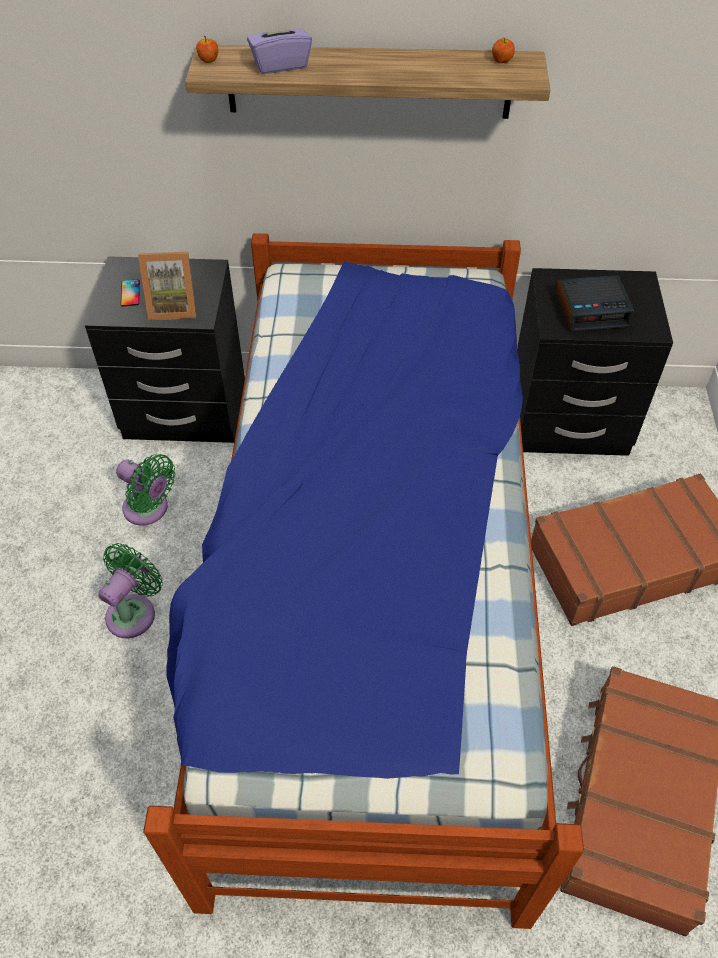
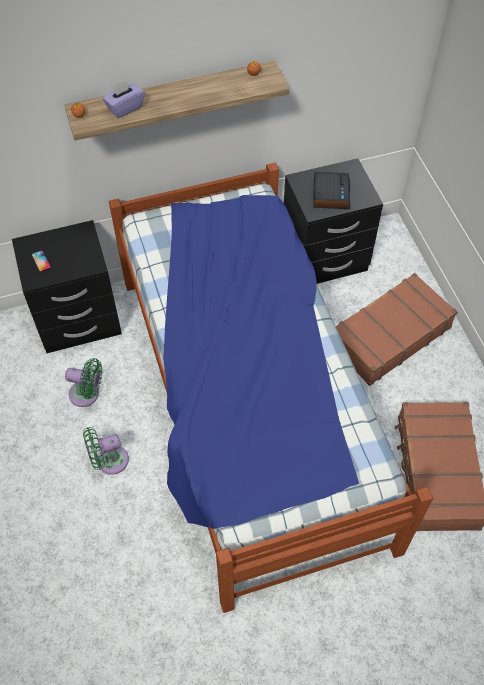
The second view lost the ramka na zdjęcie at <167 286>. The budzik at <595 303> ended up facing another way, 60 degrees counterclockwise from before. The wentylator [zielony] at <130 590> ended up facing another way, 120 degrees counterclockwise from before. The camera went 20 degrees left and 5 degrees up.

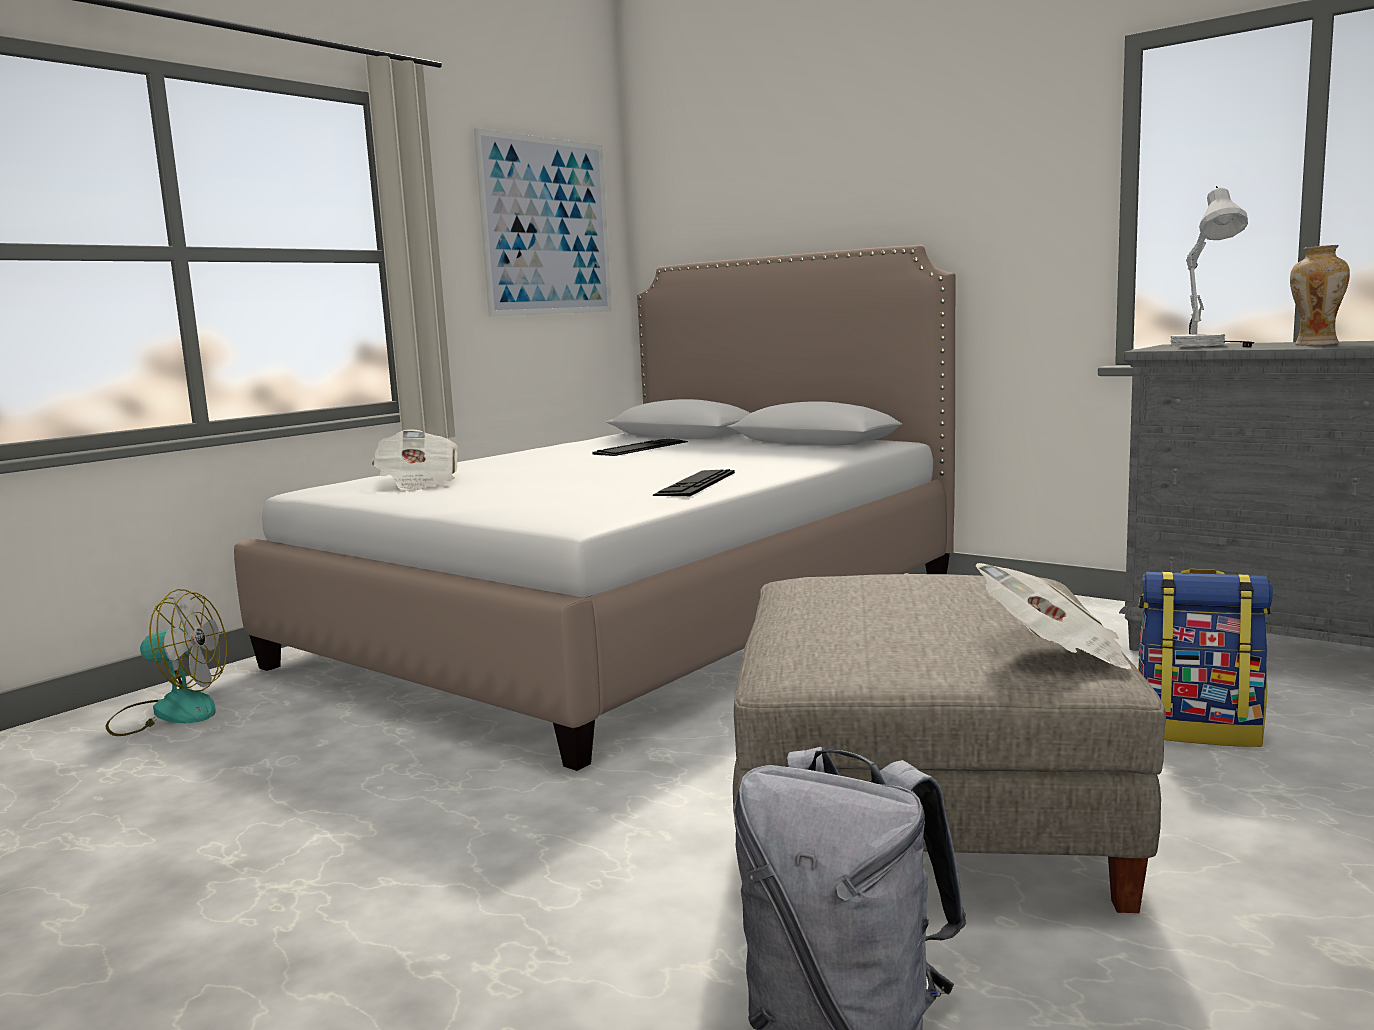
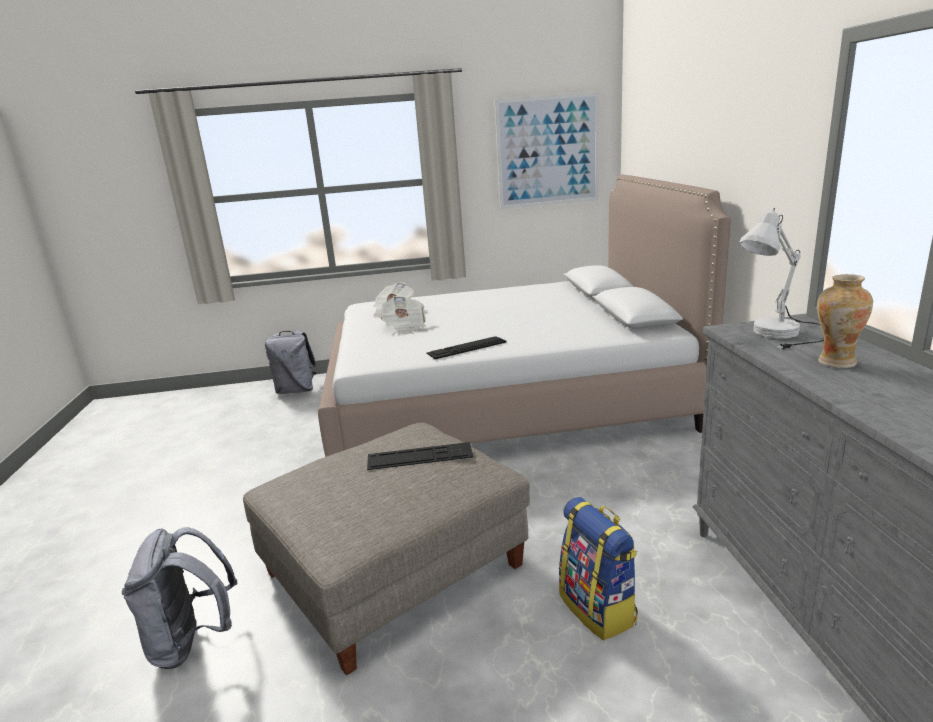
The klawiatura ended up elsewhere, having gone from <640 447> to <420 456>. The gazeta ended up elsewhere, having gone from <1053 616> to <403 315>. Where the wentylator stood at <166 662>, the plecak [szary] came to stand at <291 362>. The camera went 45 degrees right and 10 degrees up.

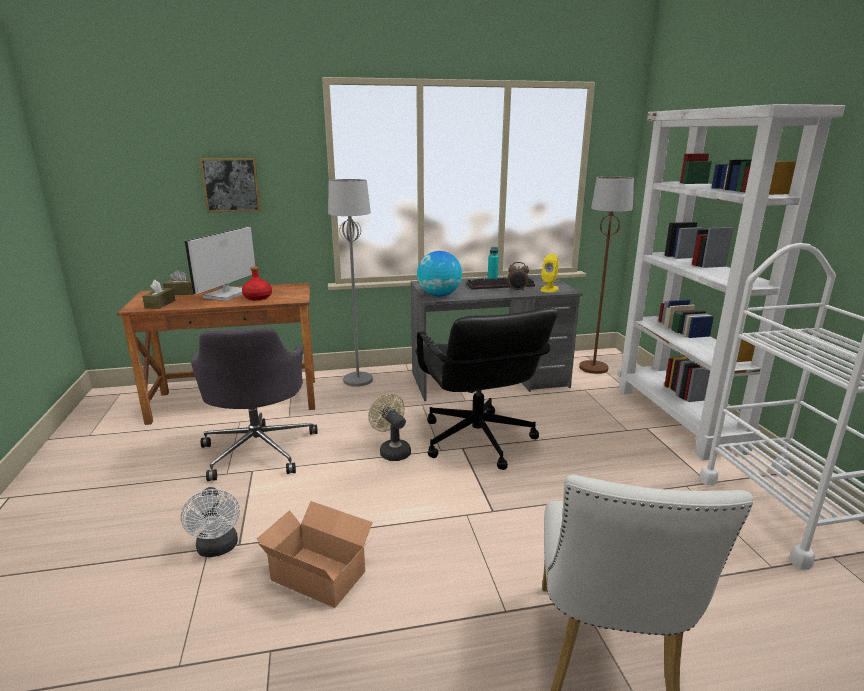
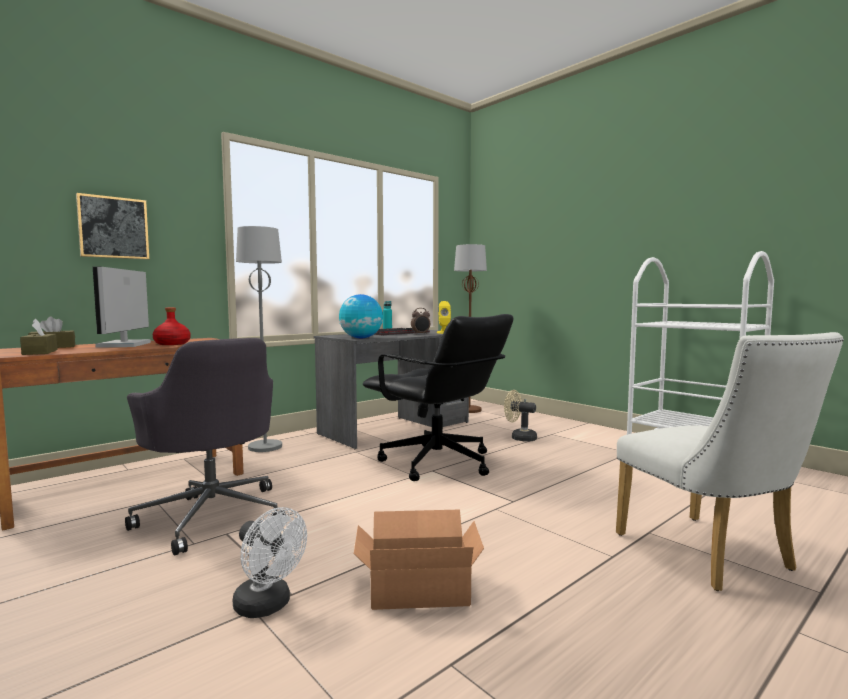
The second view lost the regał [biały] at <731 282>. The wentylator [beżowy] ended up elsewhere, having gone from <389 427> to <520 415>. The camera went 30 degrees left and 15 degrees down.

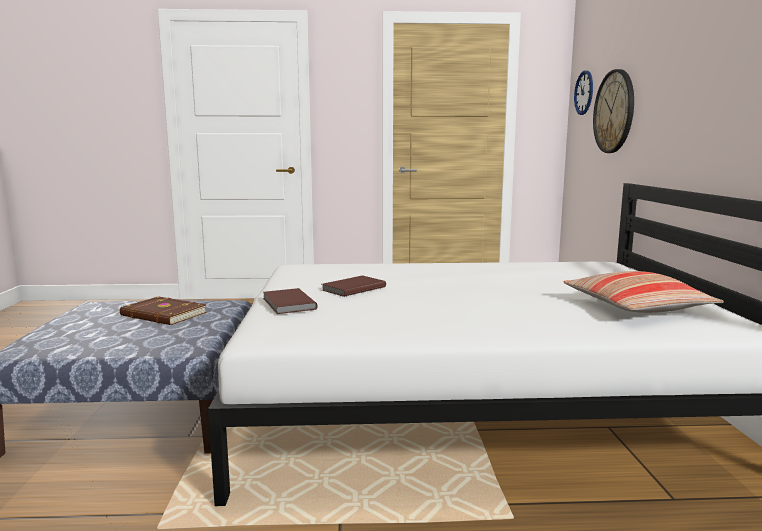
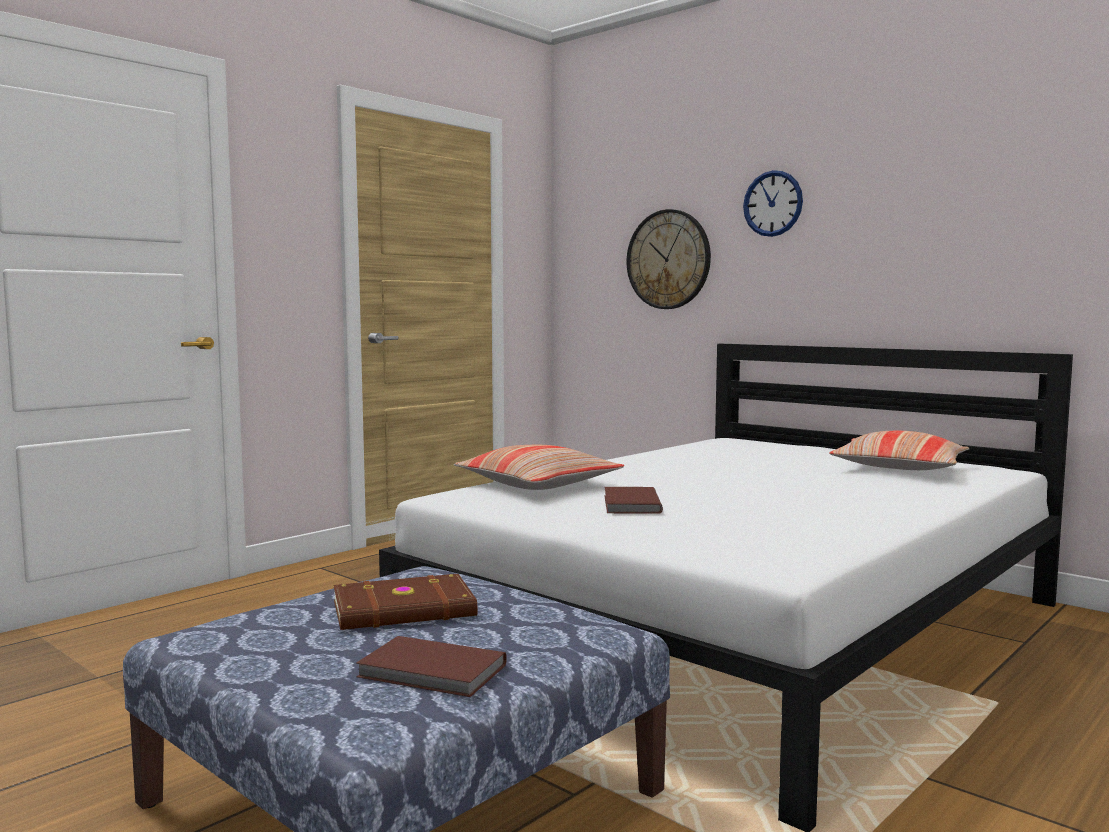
The zegar ścienny ended up elsewhere, having gone from <583 92> to <773 203>. The książka [brązowy] ended up elsewhere, having gone from <290 301> to <431 666>. The second view gained the poduszka at <539 467>. The camera went 45 degrees left and 5 degrees down.

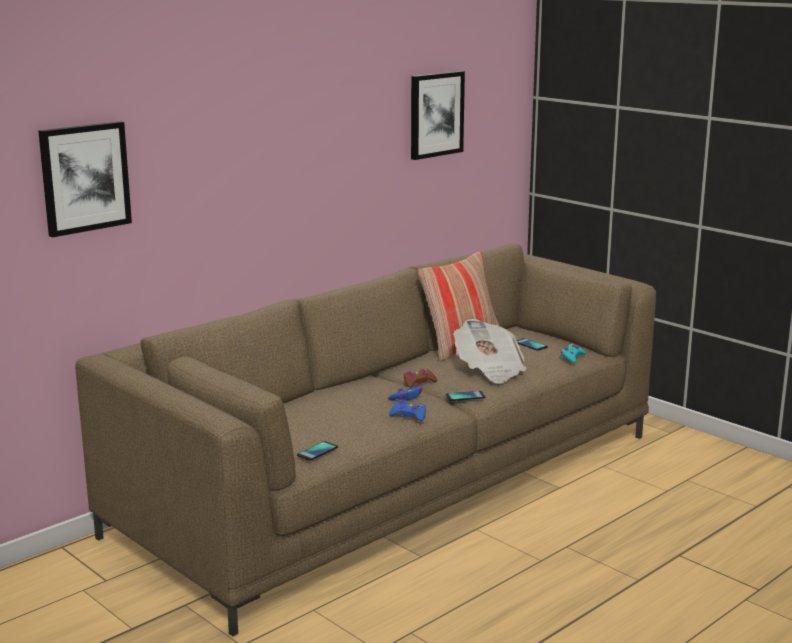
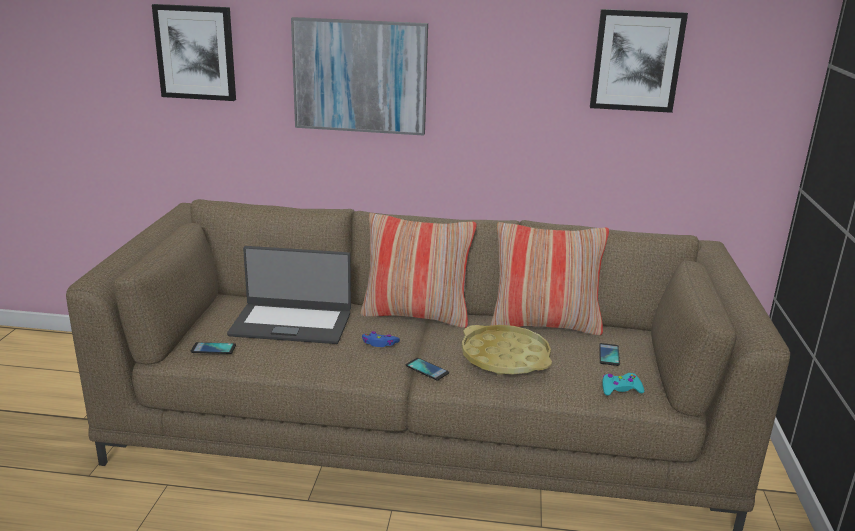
Where the gazeta stood at <489 351>, the taca [żółty] came to stand at <507 350>. The second view lost the pad do gier [brązowy] at <420 378>. The second view lost the pad do gier [niebieski] at <407 410>. The second view gained the obraz at <359 76>. The second view gained the poduszka at <418 270>. The second view gained the laptop at <289 295>. The camera went 50 degrees right and 5 degrees up.

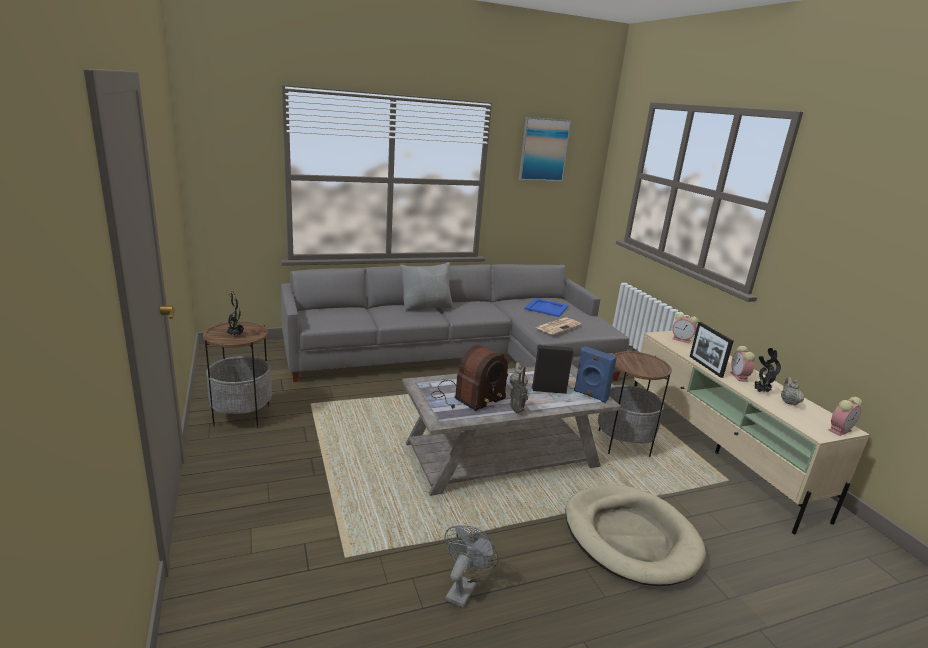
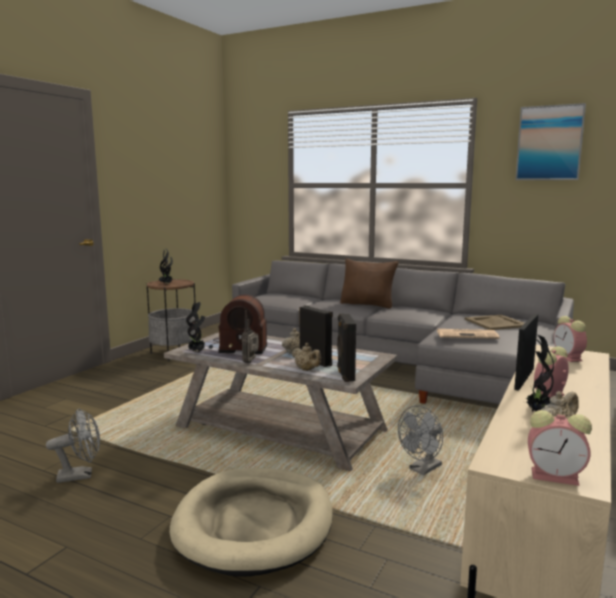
What was the poduszka [szary] at <426 287> turned into the poduszka [brązowy] at <369 283>. What was the taca [niebieski] at <546 307> turned into the taca [beżowy] at <495 322>. What was the głośnik [niebieski] at <595 374> turned into the głośnik [czarny] at <346 347>. Where the stolik stood at <635 404>, the wentylator [szary] came to stand at <420 440>. The second view gained the roślina doniczkowa at <195 327>. The second view gained the imbryk [beżowy] at <306 357>. The camera went 50 degrees right and 10 degrees down.

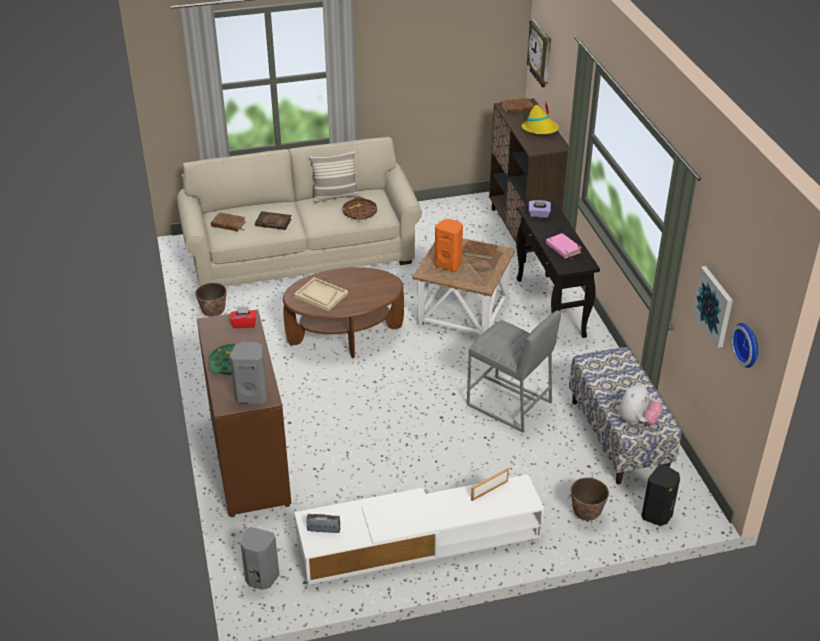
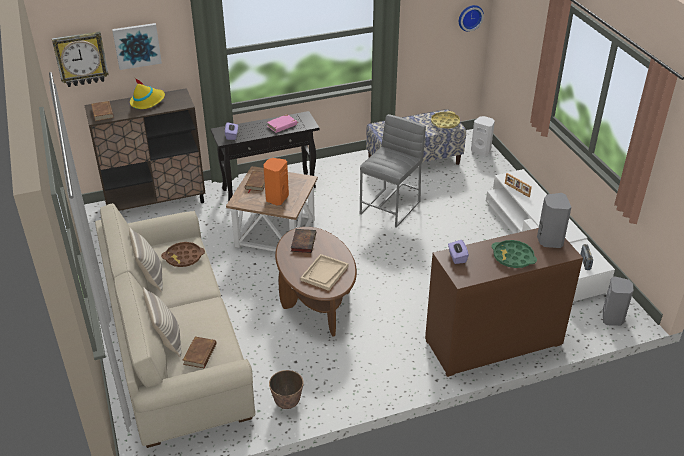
The książka ended up elsewhere, having gone from <273 220> to <303 241>. The obraz ended up elsewhere, having gone from <712 307> to <137 46>. What was the pudełko chusteczek [czerwony] at <243 317> turned into the pudełko chusteczek [fioletowy] at <458 252>. Where the pluszak stood at <641 404>, the taca [żółty] came to stand at <445 119>. What was the głośnik [czarny] at <660 495> turned into the głośnik [biały] at <483 136>. The second view lost the donica at <590 499>. The second view gained the poduszka at <162 322>. The camera went 95 degrees left and 0 degrees up.

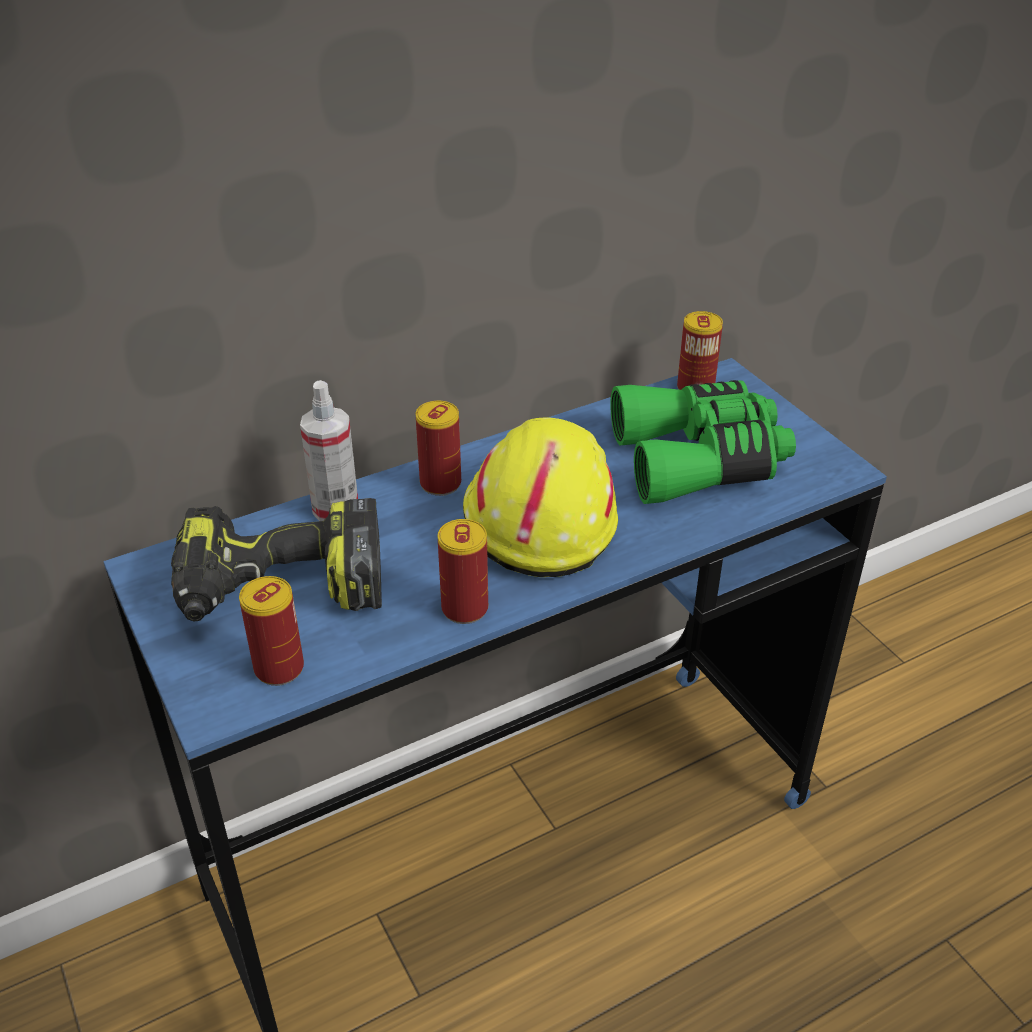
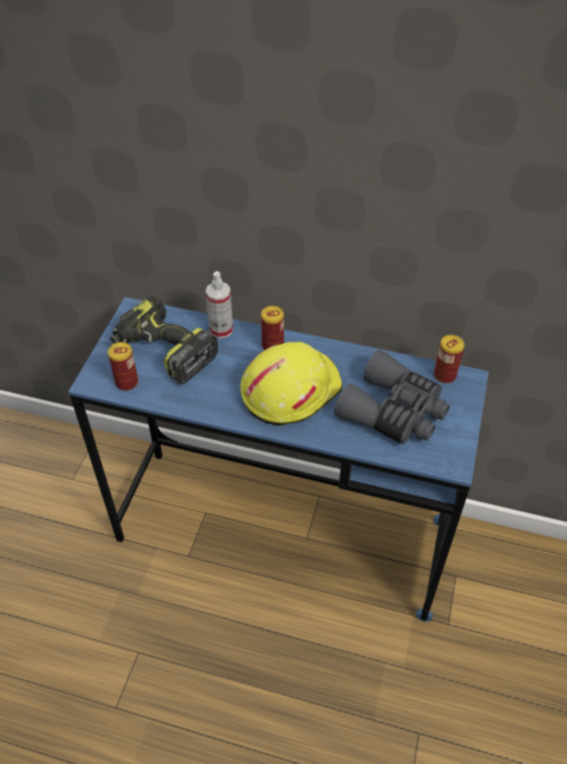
What was the lornetka [zielony] at <703 442> turned into the lornetka [szary] at <392 397>. The second view lost the puszka at <463 571>. The camera went 45 degrees right and 10 degrees up.

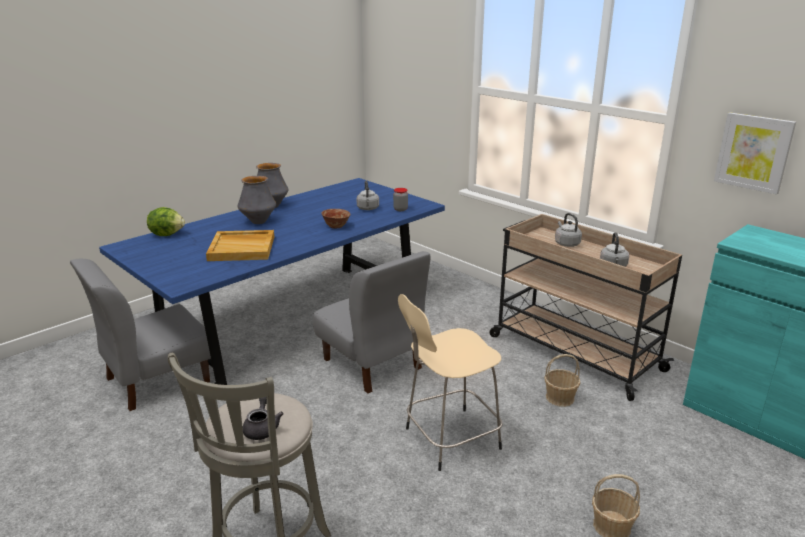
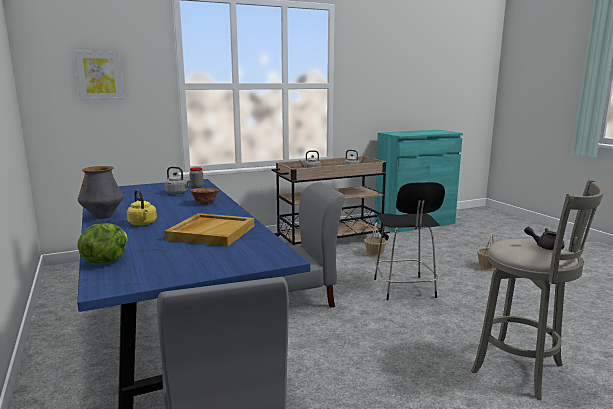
The obraz ended up elsewhere, having gone from <755 153> to <99 75>. Where the wazon stood at <257 200>, the czajnik [żółty] came to stand at <142 207>. What was the stołek [beżowy] at <450 382> turned into the stołek [czarny] at <409 241>. The camera went 70 degrees left and 10 degrees down.

